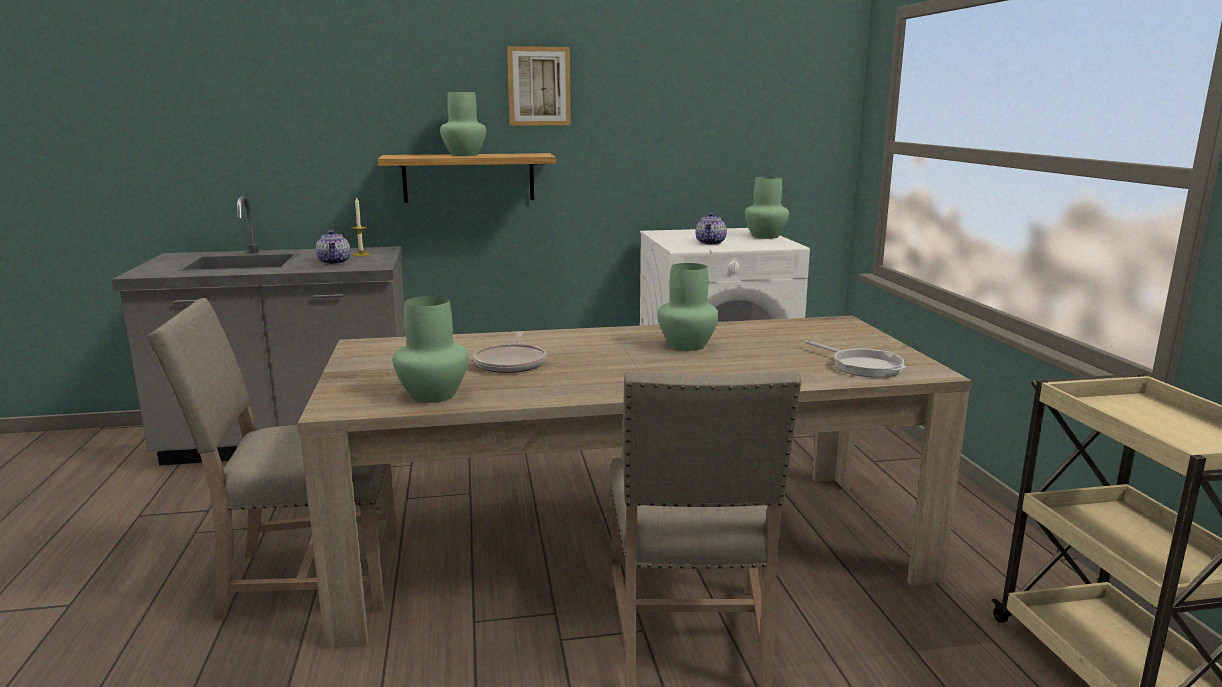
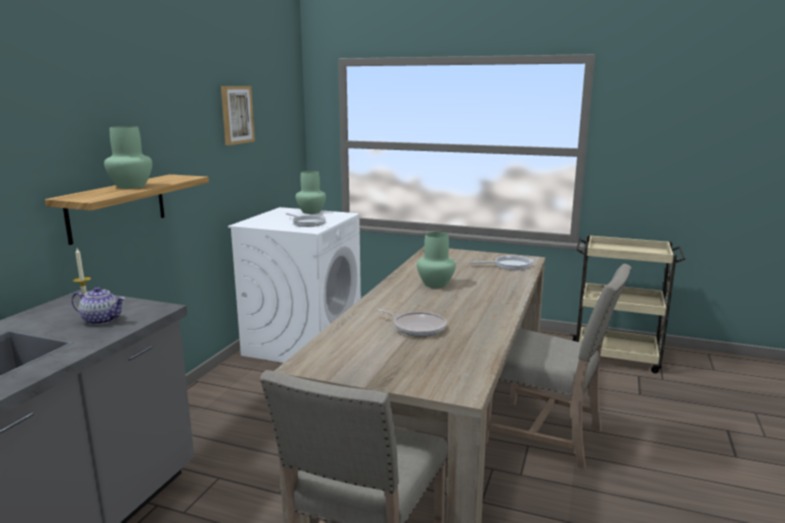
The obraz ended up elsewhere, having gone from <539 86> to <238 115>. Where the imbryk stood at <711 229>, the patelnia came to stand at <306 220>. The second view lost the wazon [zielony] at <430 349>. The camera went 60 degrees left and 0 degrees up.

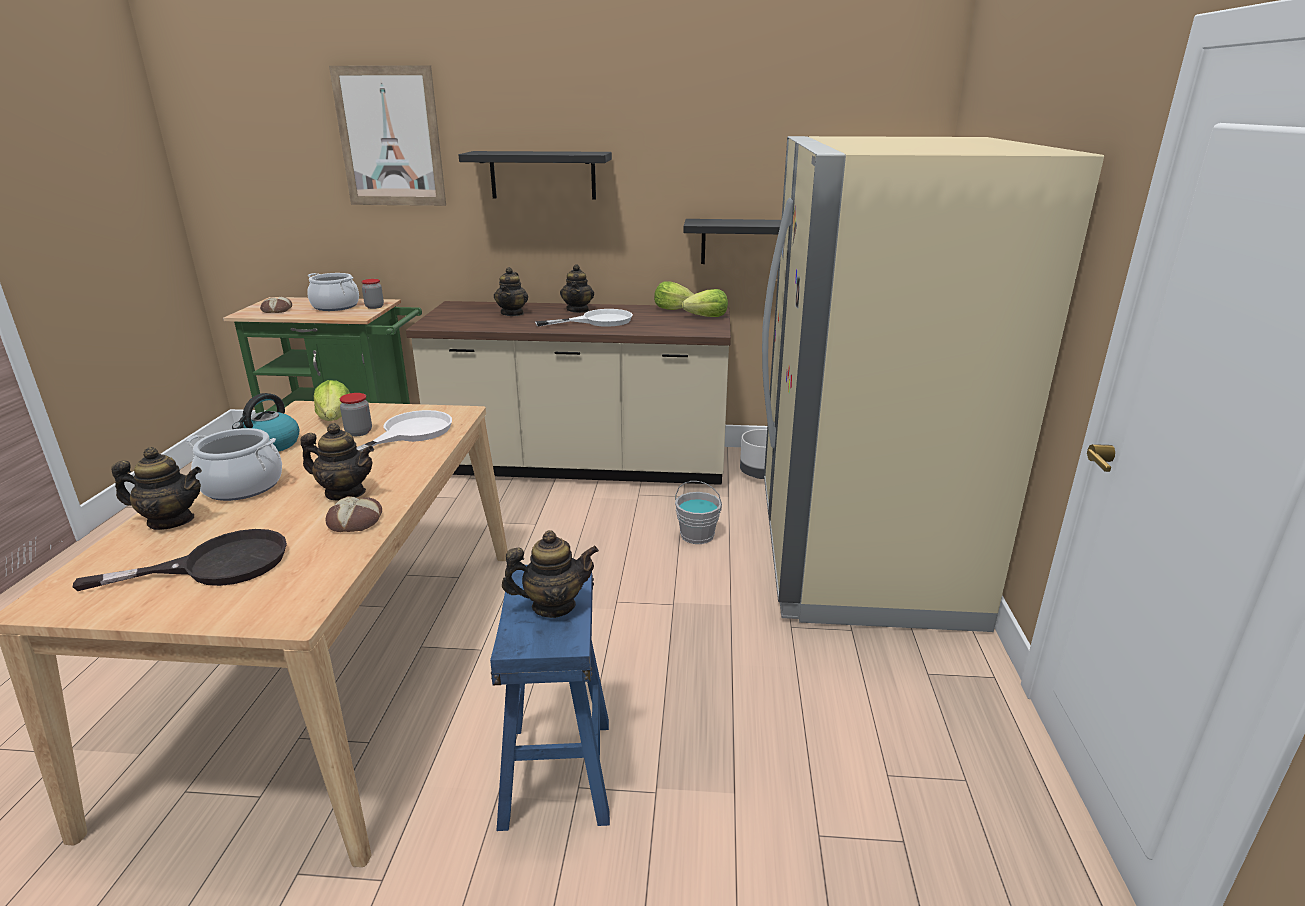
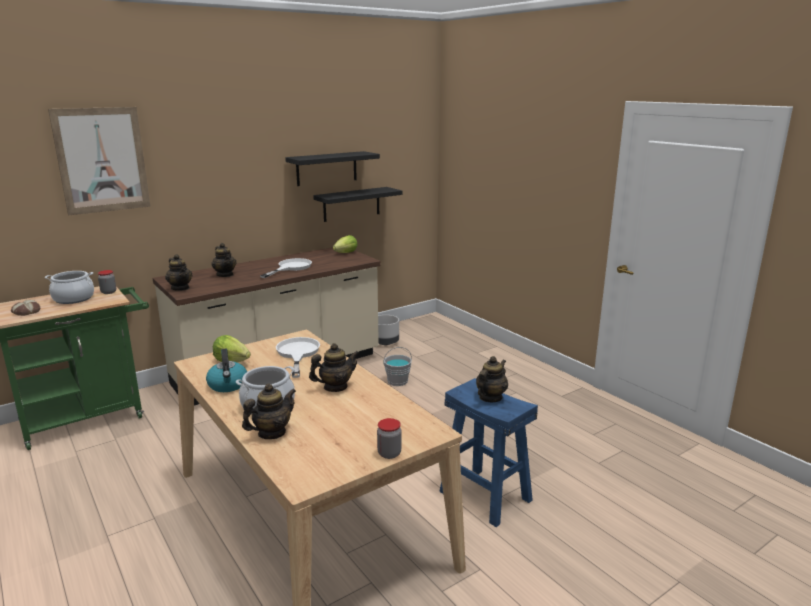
The second view lost the lodówka [beżowy] at <933 384>. The półka [czarny] ended up elsewhere, having gone from <535 175> to <332 168>. The imbryk ended up elsewhere, having gone from <577 288> to <178 272>. The second view lost the sałata at <674 296>. The słoik ended up elsewhere, having gone from <356 414> to <389 438>. The second view lost the chleb at <354 514>. The second view lost the patelnia [czarny] at <180 560>. The camera went 40 degrees left and 5 degrees down.

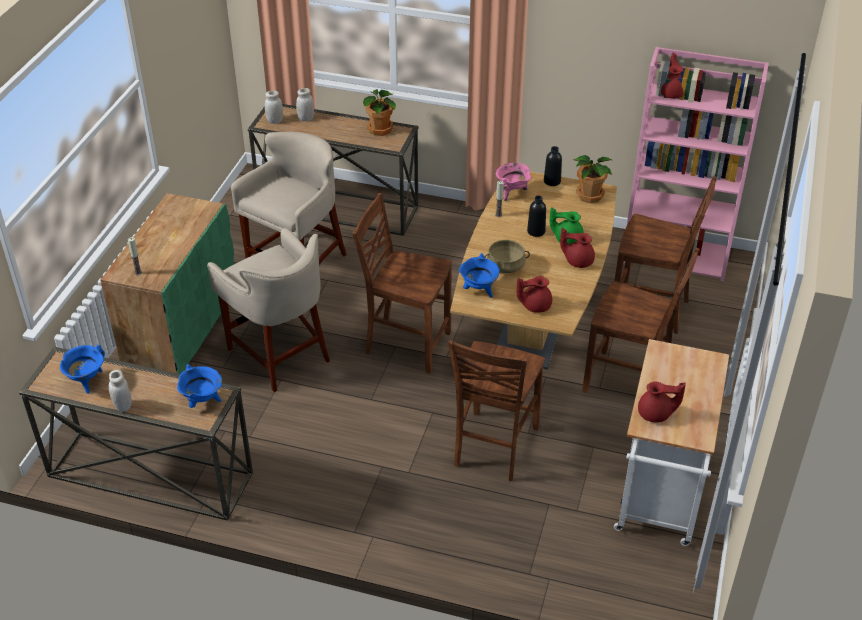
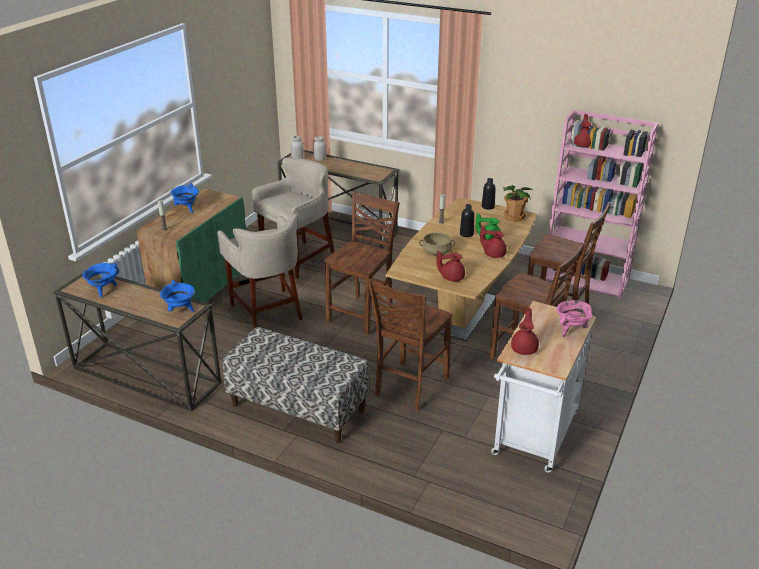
The second view lost the roślina doniczkowa at <379 112>. The garnek [różowy] ended up elsewhere, having gone from <514 182> to <574 318>. The krzesło [brązowy] at <402 283> ended up facing another way, 90 degrees clockwise from before. The garnek [niebieski] ended up elsewhere, having gone from <479 275> to <184 198>. The second view lost the słoik [biały] at <120 391>. The imbryk [czerwony] at <662 402> ended up facing another way, 90 degrees counterclockwise from before. The second view gained the ławka at <295 385>. The camera went 10 degrees right and 10 degrees down.

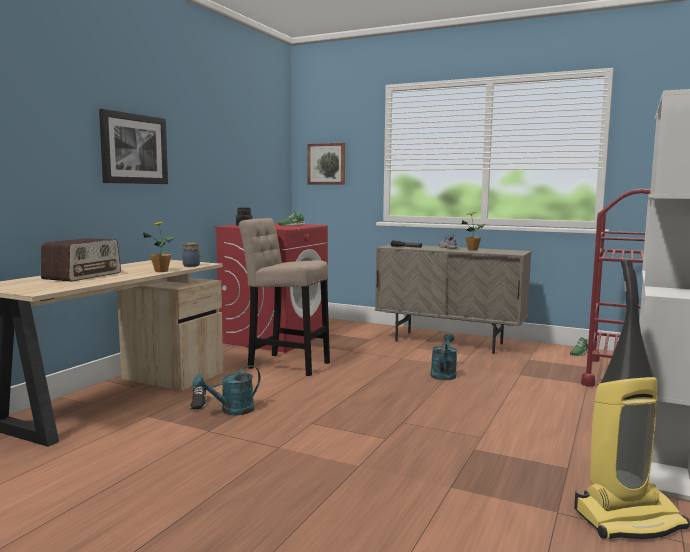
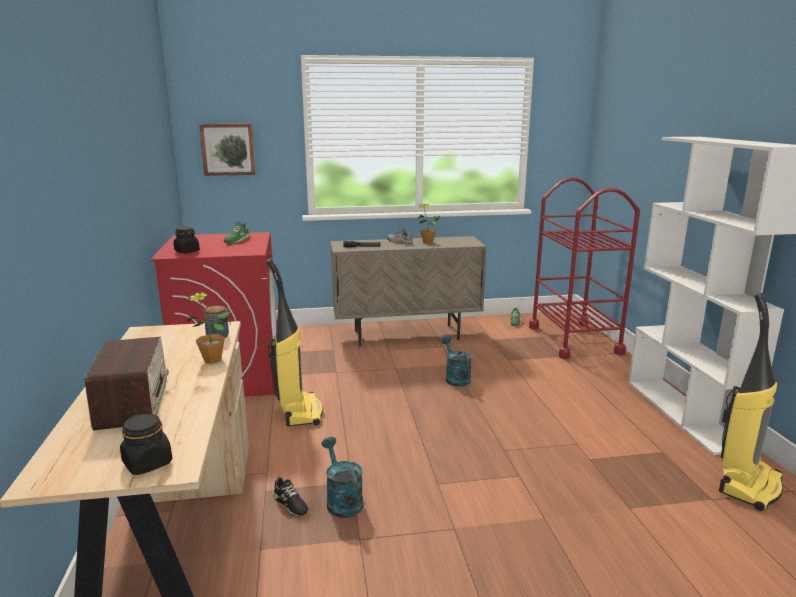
The second view lost the obraz at <133 146>. Where the stołek [beżowy] stood at <284 297>, the odkurzacz came to stand at <294 342>. The konewka [turkusowy] at <226 390> ended up facing another way, 135 degrees clockwise from before. The second view gained the słoik [czarny] at <146 444>. The camera went 35 degrees left and 10 degrees up.

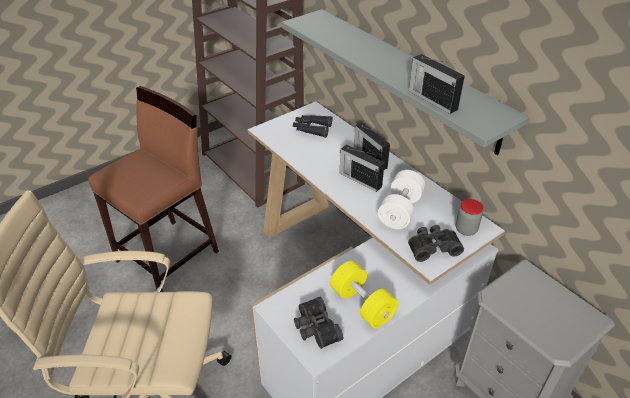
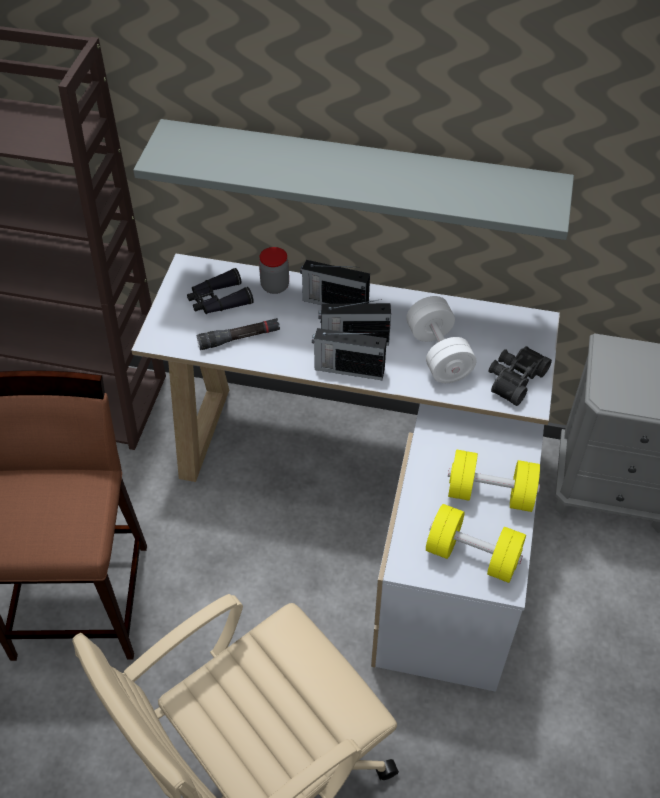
The radio ended up elsewhere, having gone from <437 84> to <349 354>. The słoik ended up elsewhere, having gone from <469 217> to <274 270>. Where the lornetka [czarny] stood at <318 323>, the hantel [żółty] came to stand at <476 543>. The second view gained the latarka [czarny] at <238 334>. The camera went 40 degrees left and 10 degrees up.

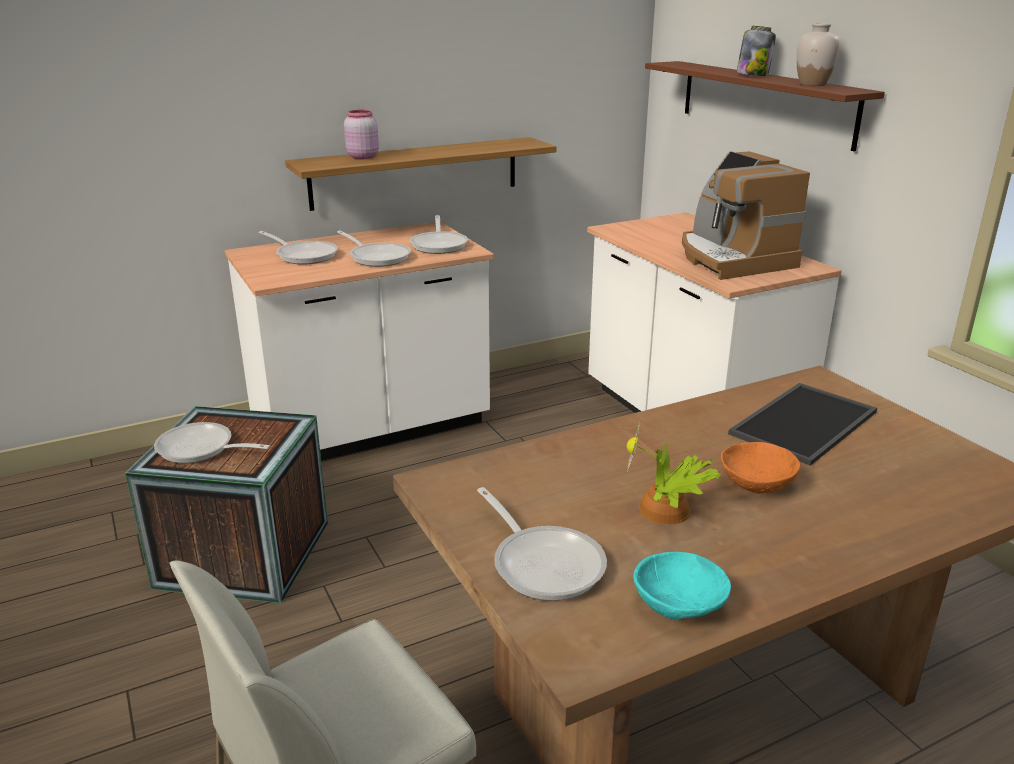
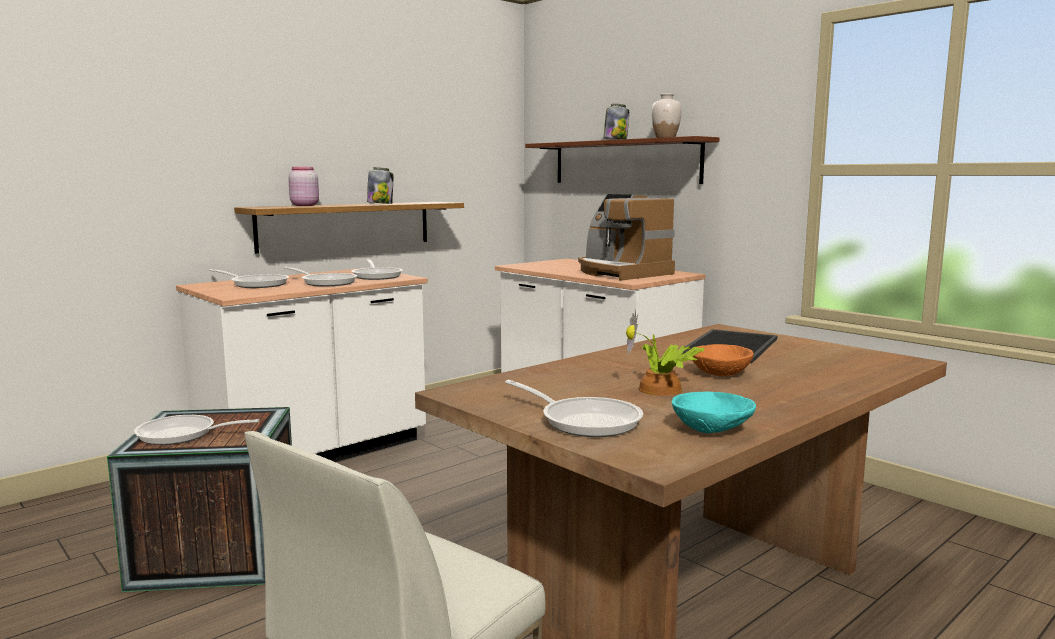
The second view gained the słoik at <380 185>. The camera went 15 degrees left and 15 degrees down.

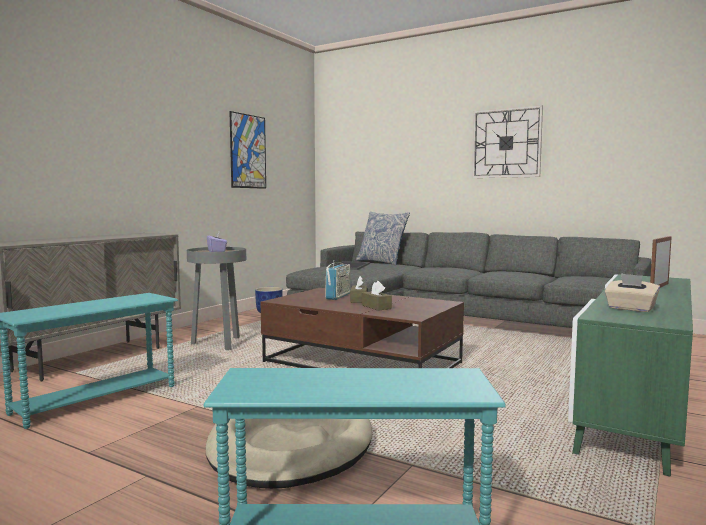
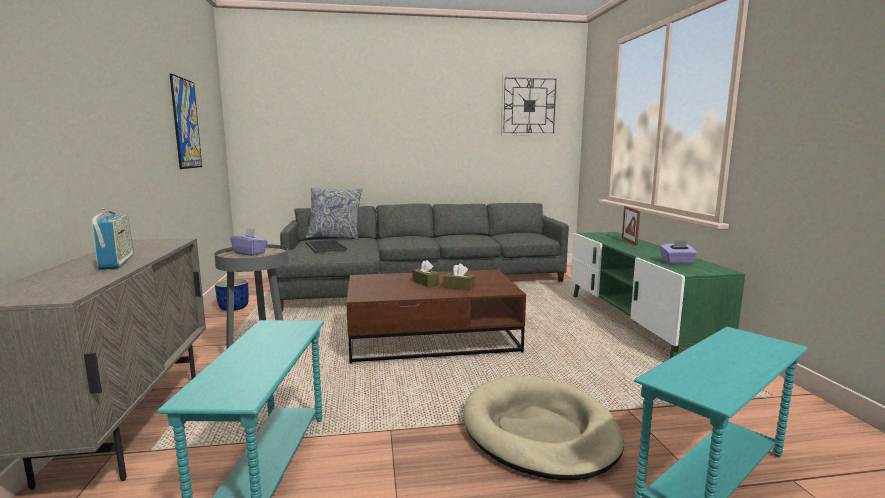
The zegar ścienny ended up elsewhere, having gone from <507 141> to <530 105>. The radio ended up elsewhere, having gone from <338 280> to <113 239>. What was the pudełko chusteczek [beżowy] at <632 292> turned into the pudełko chusteczek [fioletowy] at <679 252>. The camera went 40 degrees left and 5 degrees up.

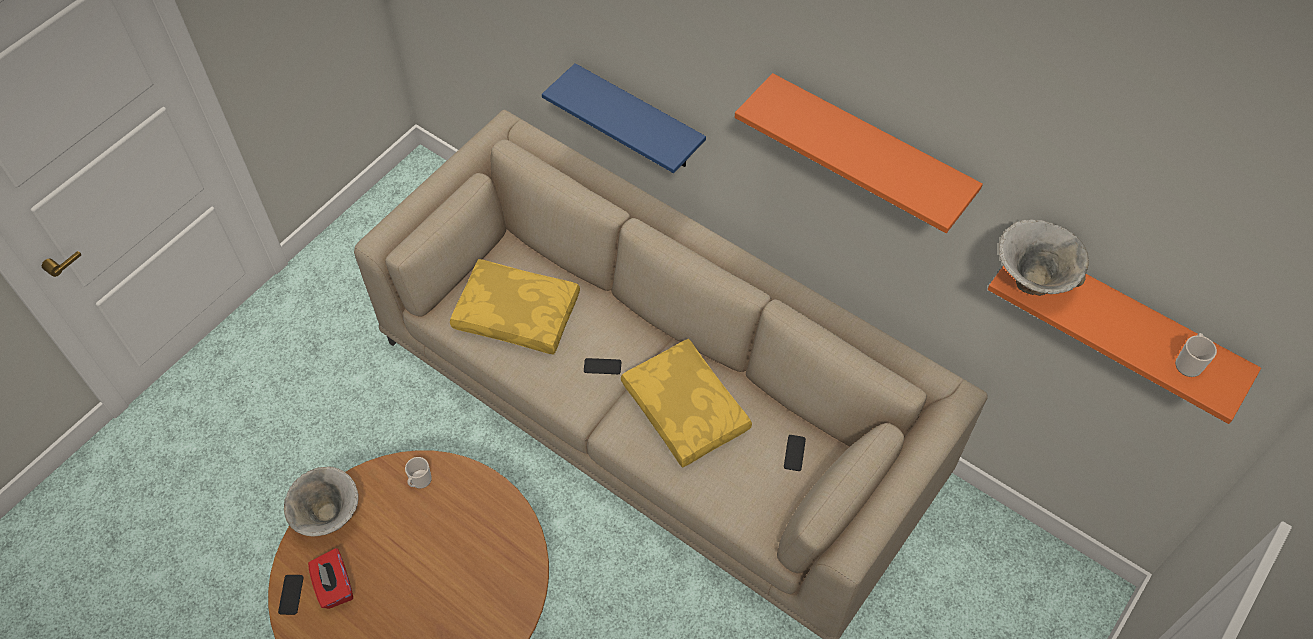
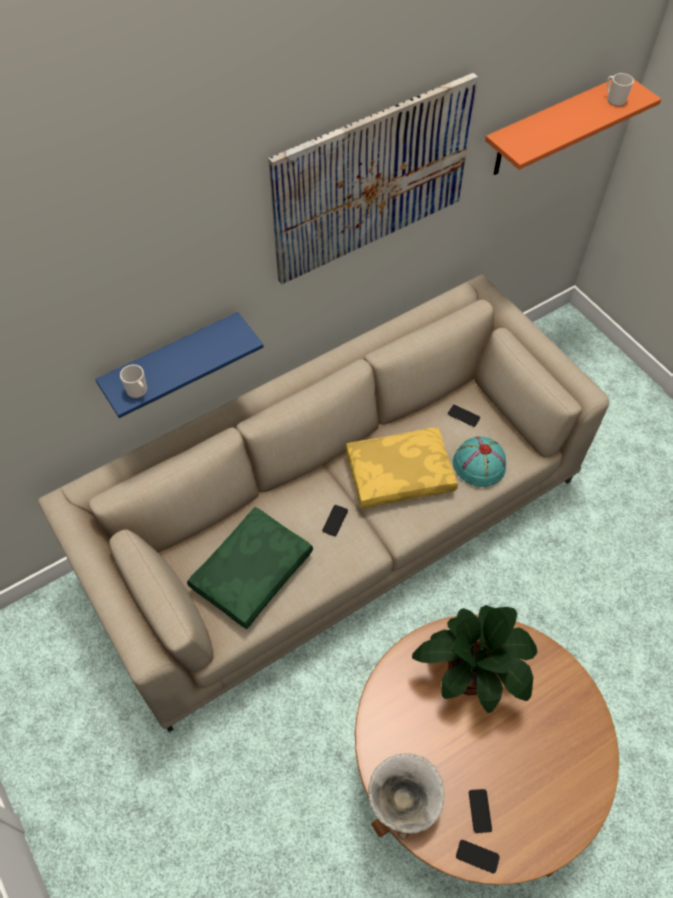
Where the półka [pomarańczowy] hung at <859 153>, the obraz came to hang at <373 178>. The second view lost the miska at <1044 257>. What was the poduszka [żółty] at <515 307> turned into the poduszka [zielony] at <250 568>. The kubek ended up elsewhere, having gone from <418 473> to <133 381>. Where the pudełko chusteczek [czerwony] stood at <330 578>, the telefon came to stand at <480 811>. The second view gained the kapelusz [turkusowy] at <479 462>. The second view gained the roślina doniczkowa at <474 659>. The camera went 70 degrees left and 0 degrees up.

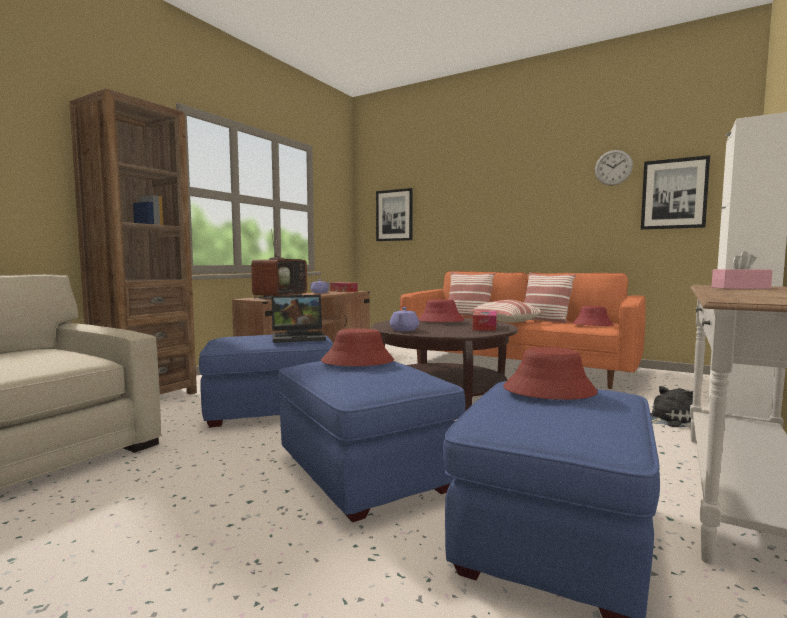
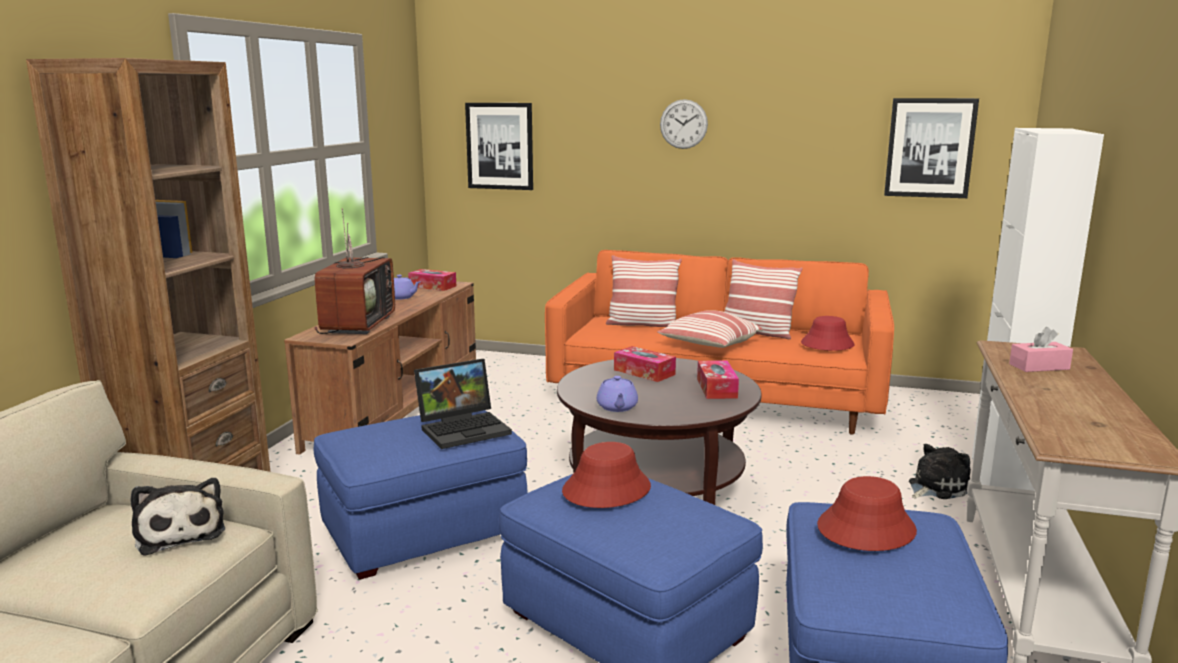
The zegar ścienny ended up elsewhere, having gone from <614 168> to <684 124>. Where the kapelusz [czerwony] stood at <441 310>, the pudełko chusteczek came to stand at <645 364>. The second view gained the pluszak at <177 517>. The camera went 15 degrees left and 10 degrees up.

